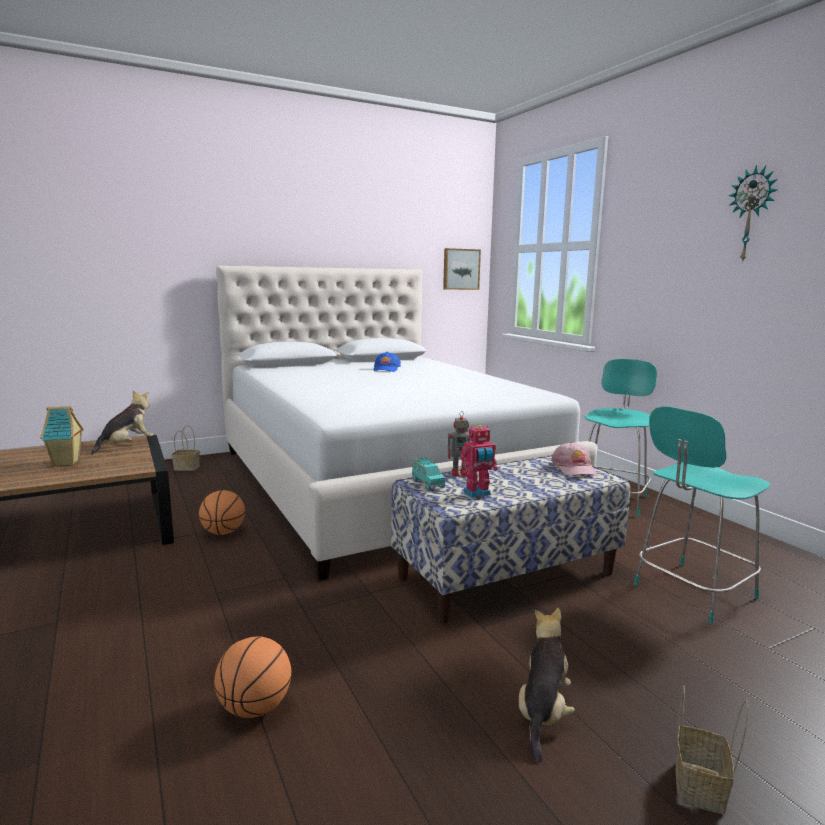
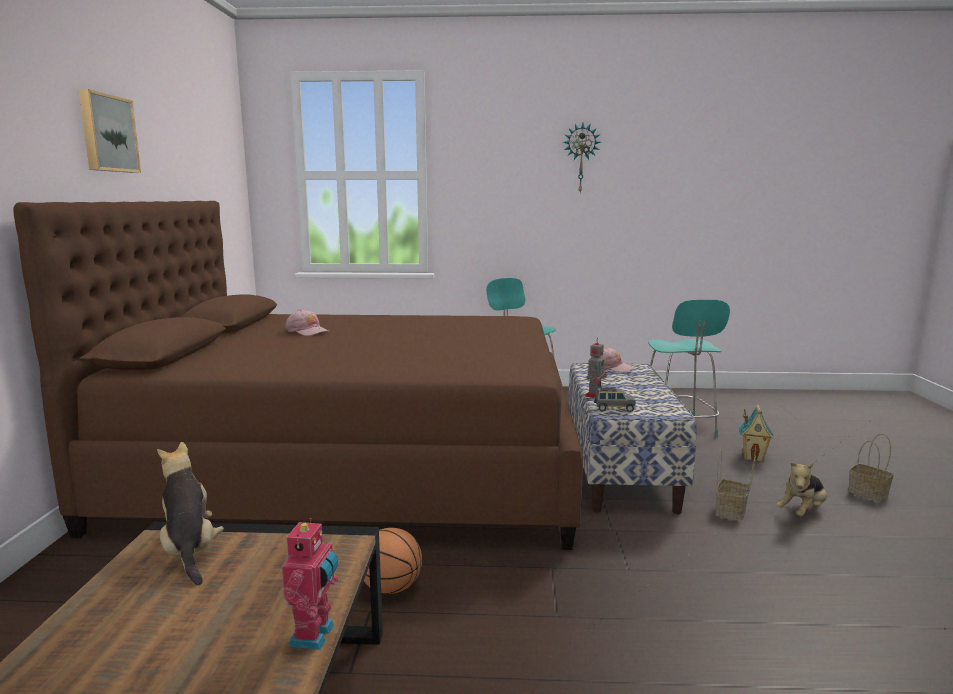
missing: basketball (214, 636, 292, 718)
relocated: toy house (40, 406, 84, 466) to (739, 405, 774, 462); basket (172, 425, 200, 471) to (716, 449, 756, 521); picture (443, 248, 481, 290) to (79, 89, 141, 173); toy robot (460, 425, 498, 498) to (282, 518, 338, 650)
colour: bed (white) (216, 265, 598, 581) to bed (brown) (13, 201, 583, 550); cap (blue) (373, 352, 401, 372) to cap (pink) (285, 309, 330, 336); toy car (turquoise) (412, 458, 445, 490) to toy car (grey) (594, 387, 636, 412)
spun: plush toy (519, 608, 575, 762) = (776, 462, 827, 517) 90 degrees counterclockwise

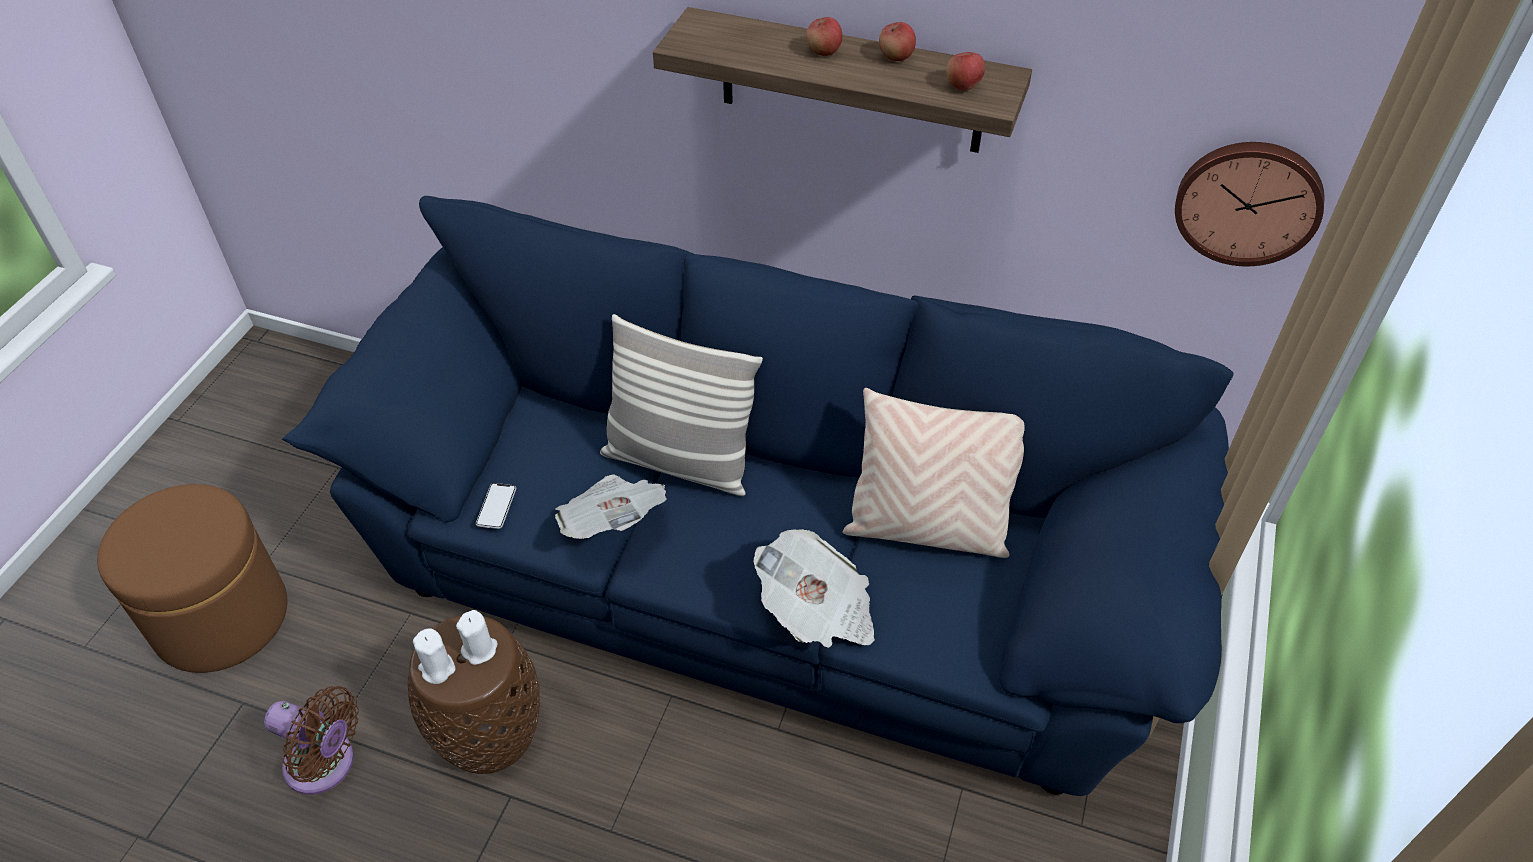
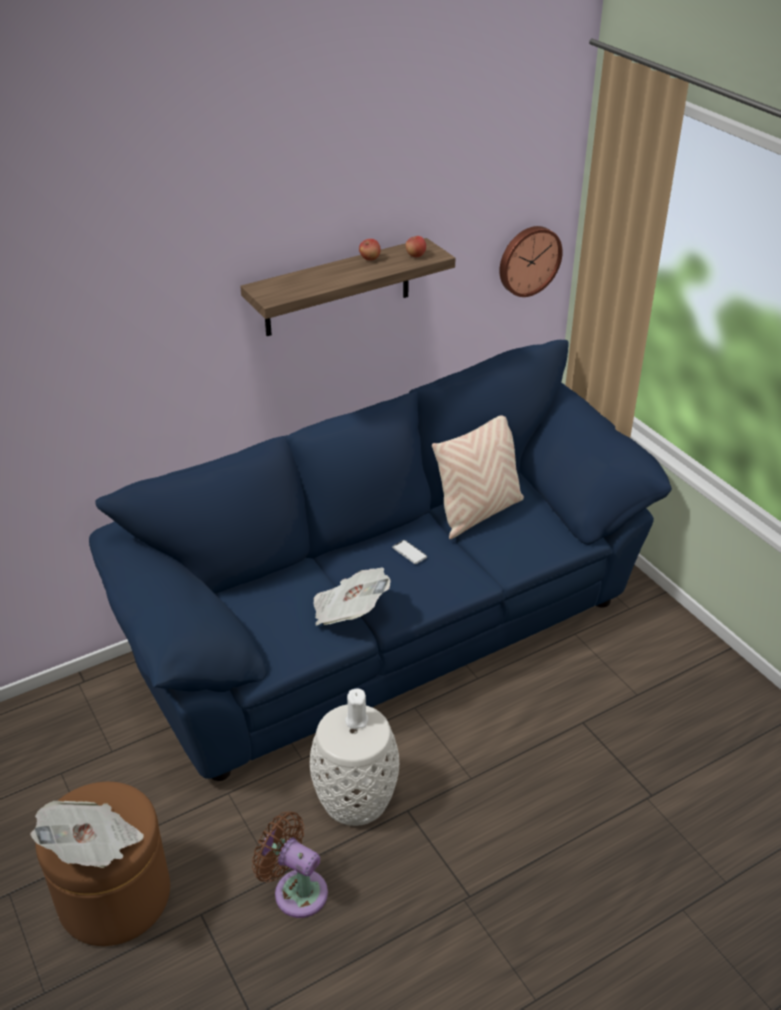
missing: candle (white) (413, 628, 455, 684); pillow (600, 314, 763, 496); apple (806, 17, 842, 56)
relocated: phone (476, 483, 516, 529) to (392, 540, 427, 564); newspaper (754, 529, 875, 648) to (30, 801, 144, 868)
colour: stool (brown) (408, 616, 540, 774) to stool (white) (310, 704, 399, 826)
spun: fan (brown) (264, 686, 359, 795) = (252, 811, 328, 918) 120 degrees counterclockwise

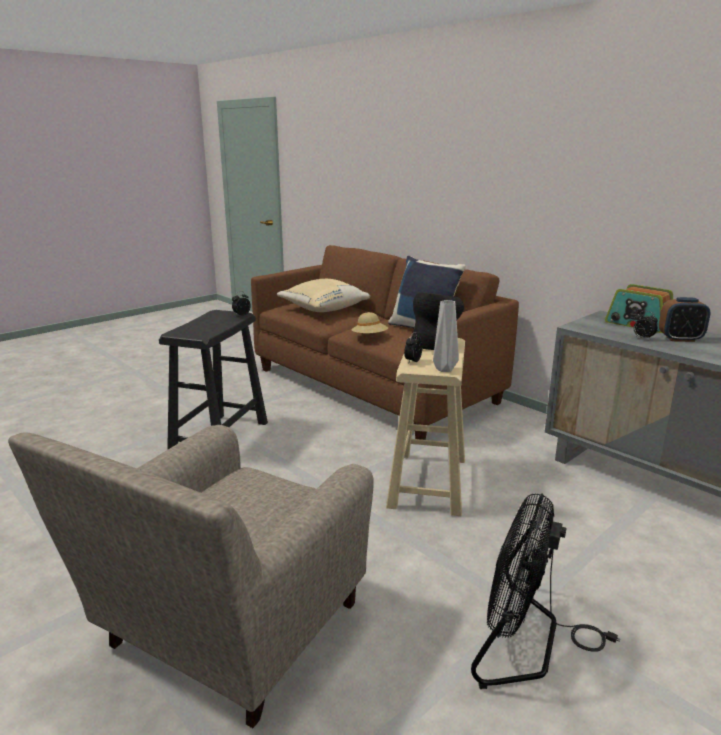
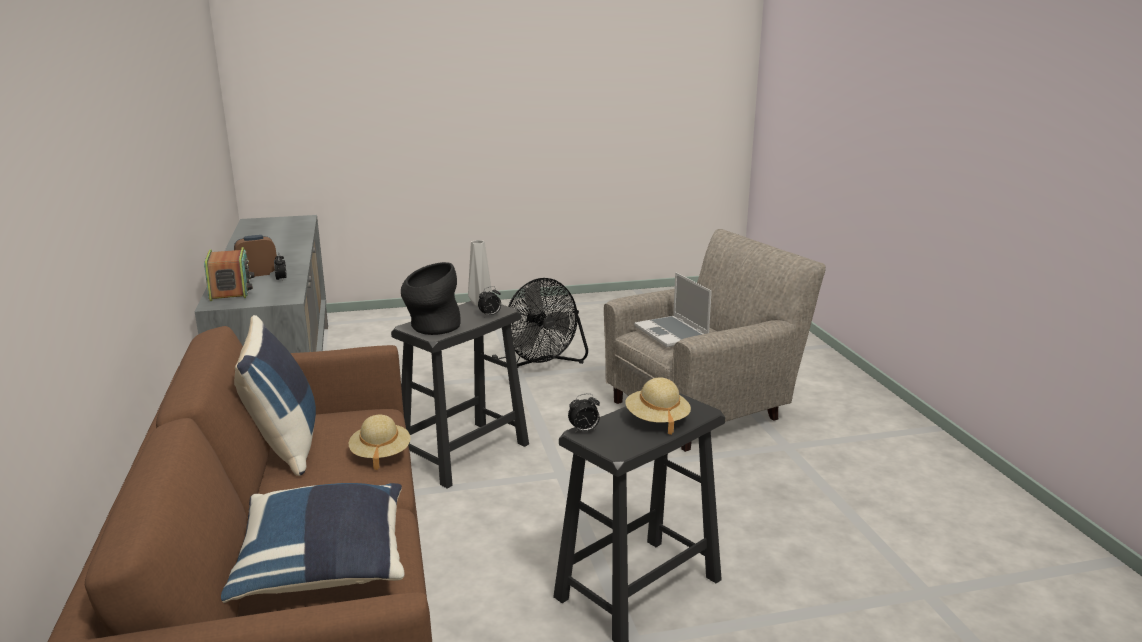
appeared: hat (beige) (625, 378, 691, 435); laptop (634, 272, 712, 347)
colour: pillow (beige) (277, 279, 370, 312) to pillow (blue) (221, 483, 405, 603); stool (beige) (386, 337, 465, 516) to stool (black) (391, 301, 529, 489)
spun: alarm clock (659, 297, 711, 342) = (234, 235, 277, 277) 60 degrees counterclockwise

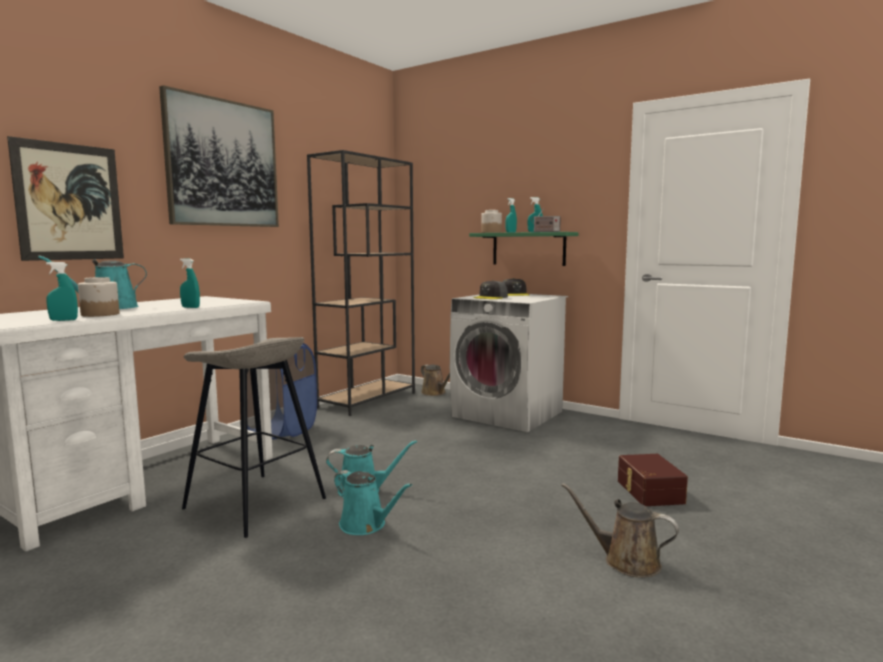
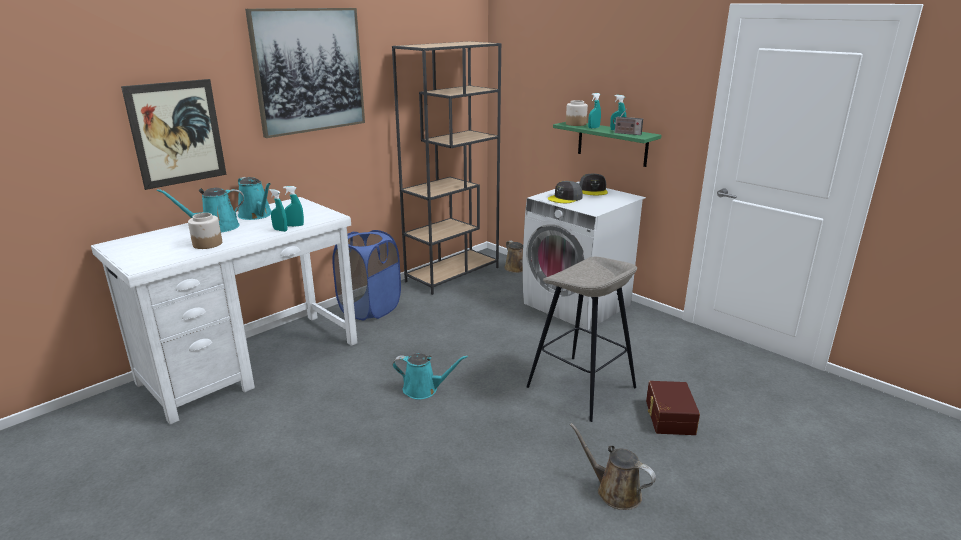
relocated: spray bottle (turquoise) (46, 262, 78, 321) to (283, 186, 304, 227); stool (grey) (182, 337, 326, 538) to (527, 257, 637, 422); watering can (turquoise) (334, 470, 412, 535) to (238, 177, 271, 220)

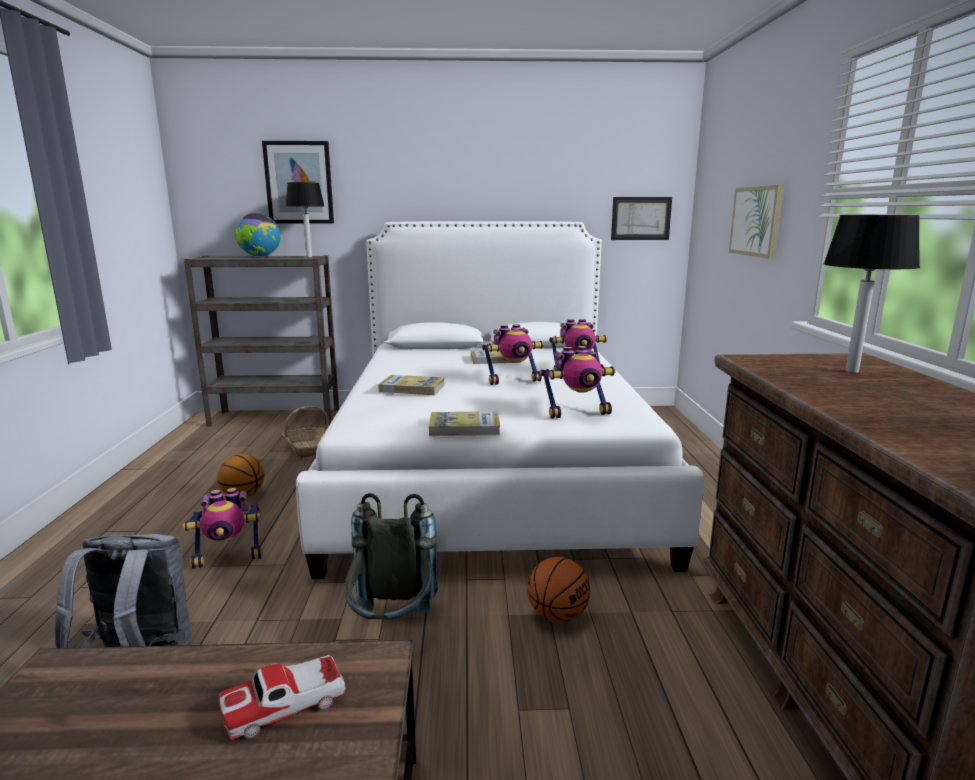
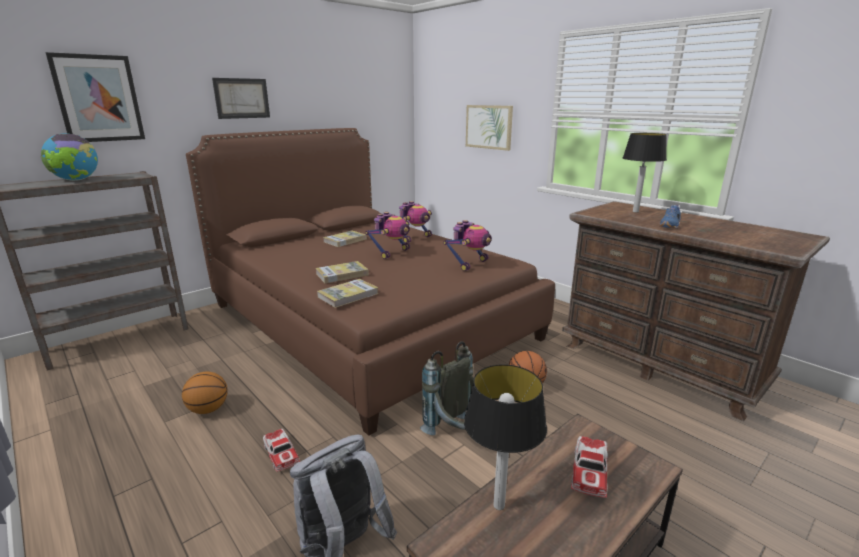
missing: basket (282, 406, 329, 458)
appeared: shoe (blue) (659, 204, 681, 229)
relocated: table lamp (286, 182, 324, 257) to (464, 364, 547, 510); book (429, 411, 500, 436) to (317, 279, 378, 308); picture (611, 197, 672, 240) to (212, 78, 270, 119)
exchanged: toy robot (183, 488, 262, 568) to toy car (263, 429, 300, 472)
colour: bed (white) (296, 221, 704, 579) to bed (brown) (186, 128, 555, 436)

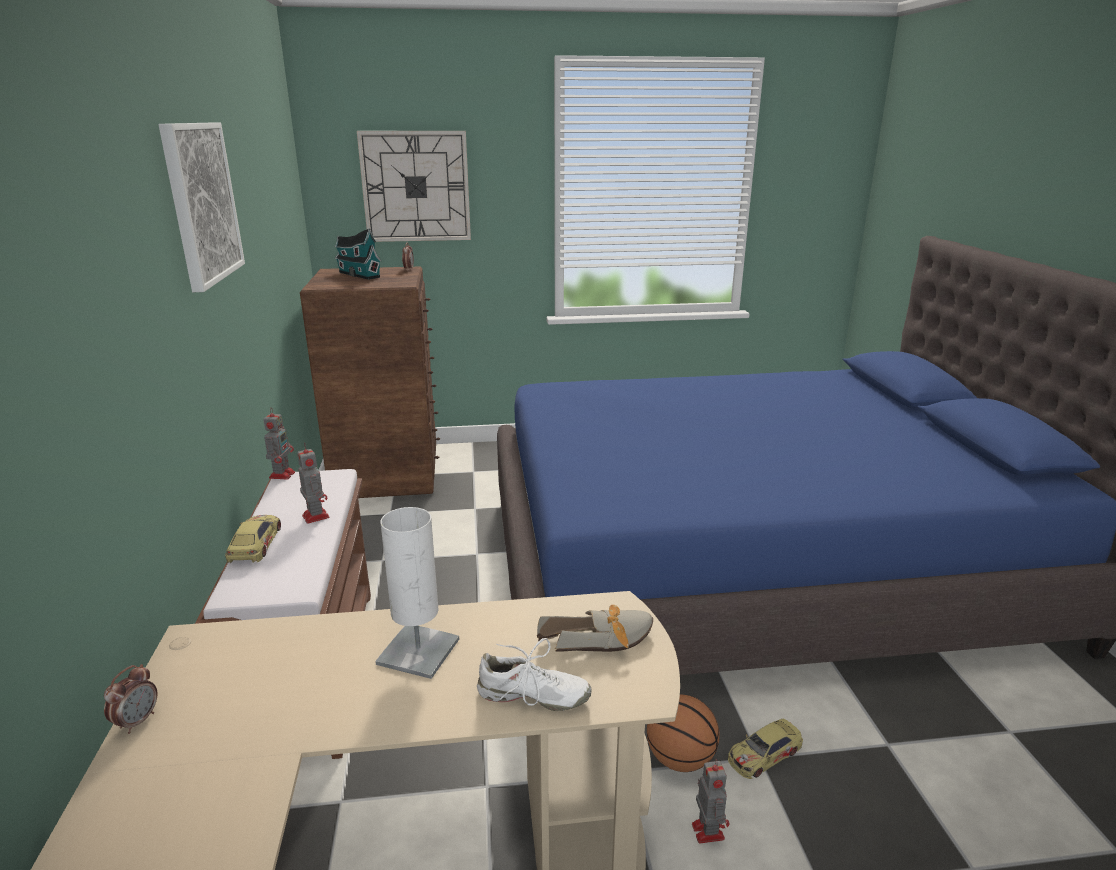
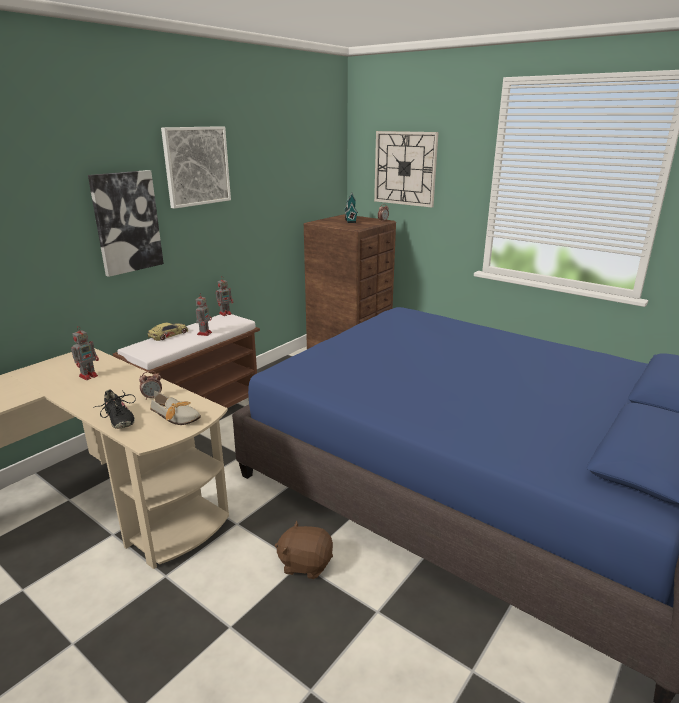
missing: table lamp (white) (375, 507, 459, 679); basketball (647, 695, 719, 772)
appeared: picture (88, 170, 164, 277)
relocated: alarm clock (104, 664, 157, 734) to (139, 371, 162, 400); toy robot (692, 759, 730, 843) to (71, 327, 99, 380)
exchanged: toy car (728, 719, 803, 779) to plush toy (brown) (275, 521, 333, 579)
colour: shoe (white) (477, 638, 592, 711) to shoe (black) (93, 390, 136, 429)

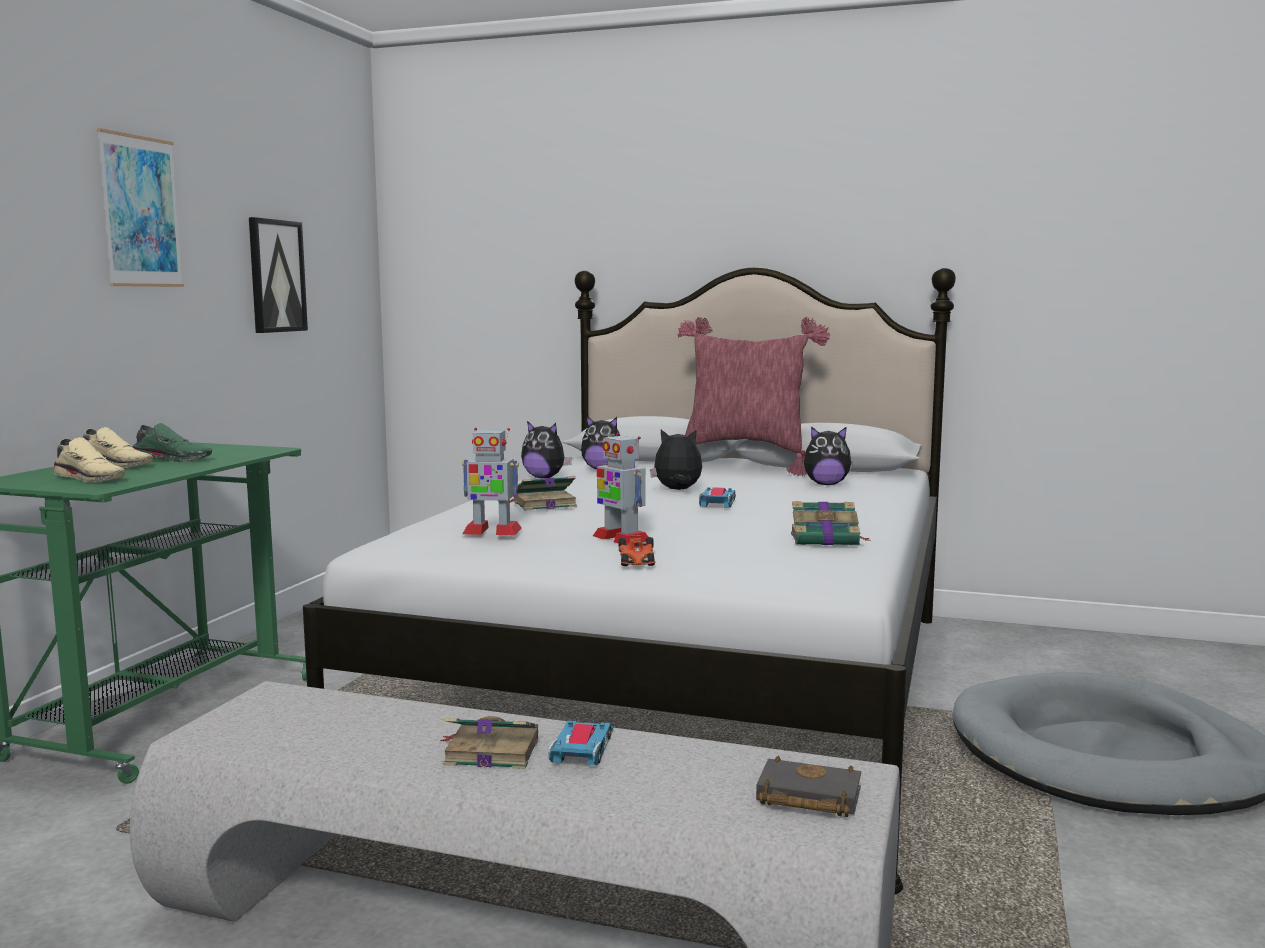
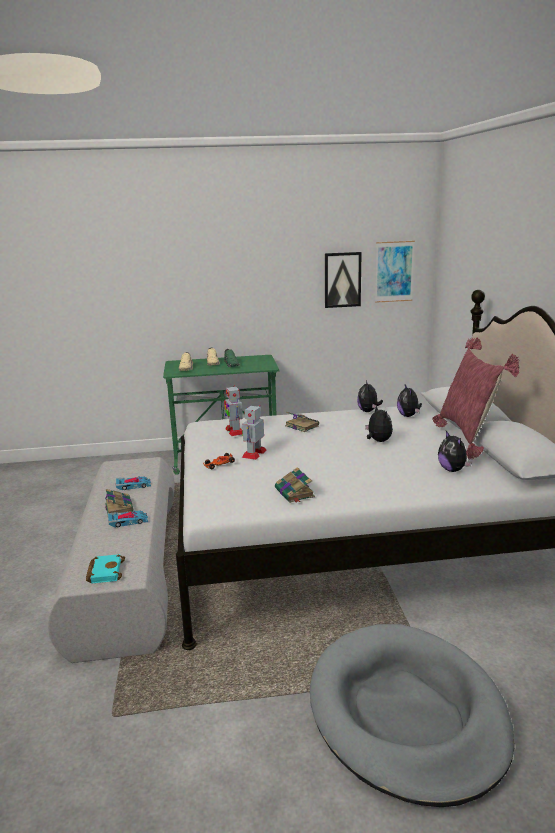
relocated: picture (97, 128, 184, 287) to (375, 241, 415, 303); toy car (699, 487, 736, 508) to (116, 476, 151, 490)
colour: book (black) (756, 756, 861, 817) to book (turquoise) (86, 554, 125, 583)

